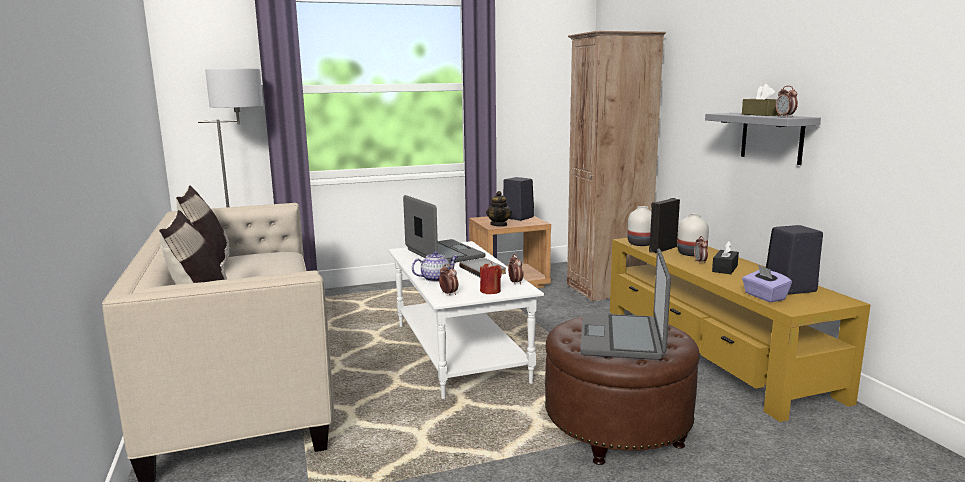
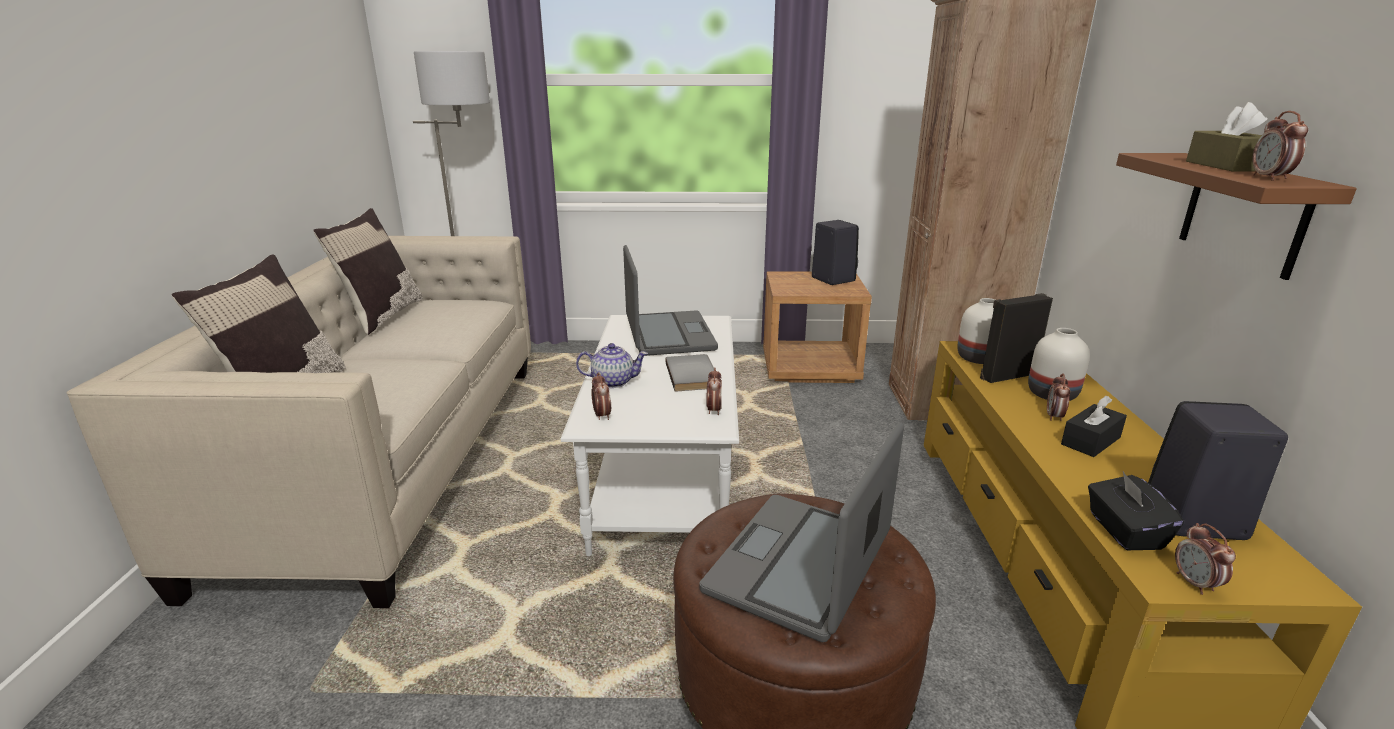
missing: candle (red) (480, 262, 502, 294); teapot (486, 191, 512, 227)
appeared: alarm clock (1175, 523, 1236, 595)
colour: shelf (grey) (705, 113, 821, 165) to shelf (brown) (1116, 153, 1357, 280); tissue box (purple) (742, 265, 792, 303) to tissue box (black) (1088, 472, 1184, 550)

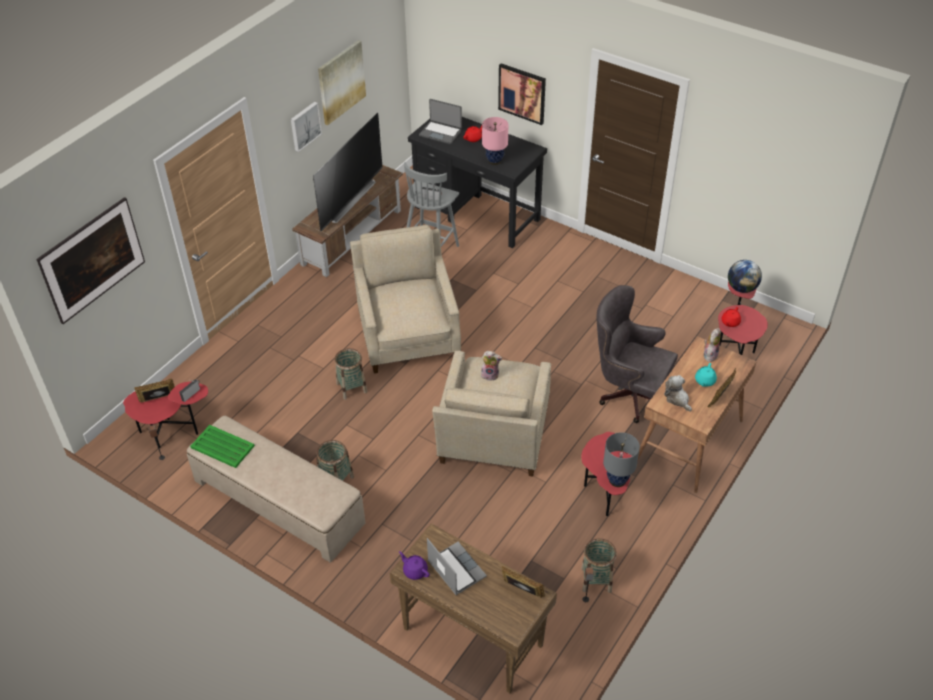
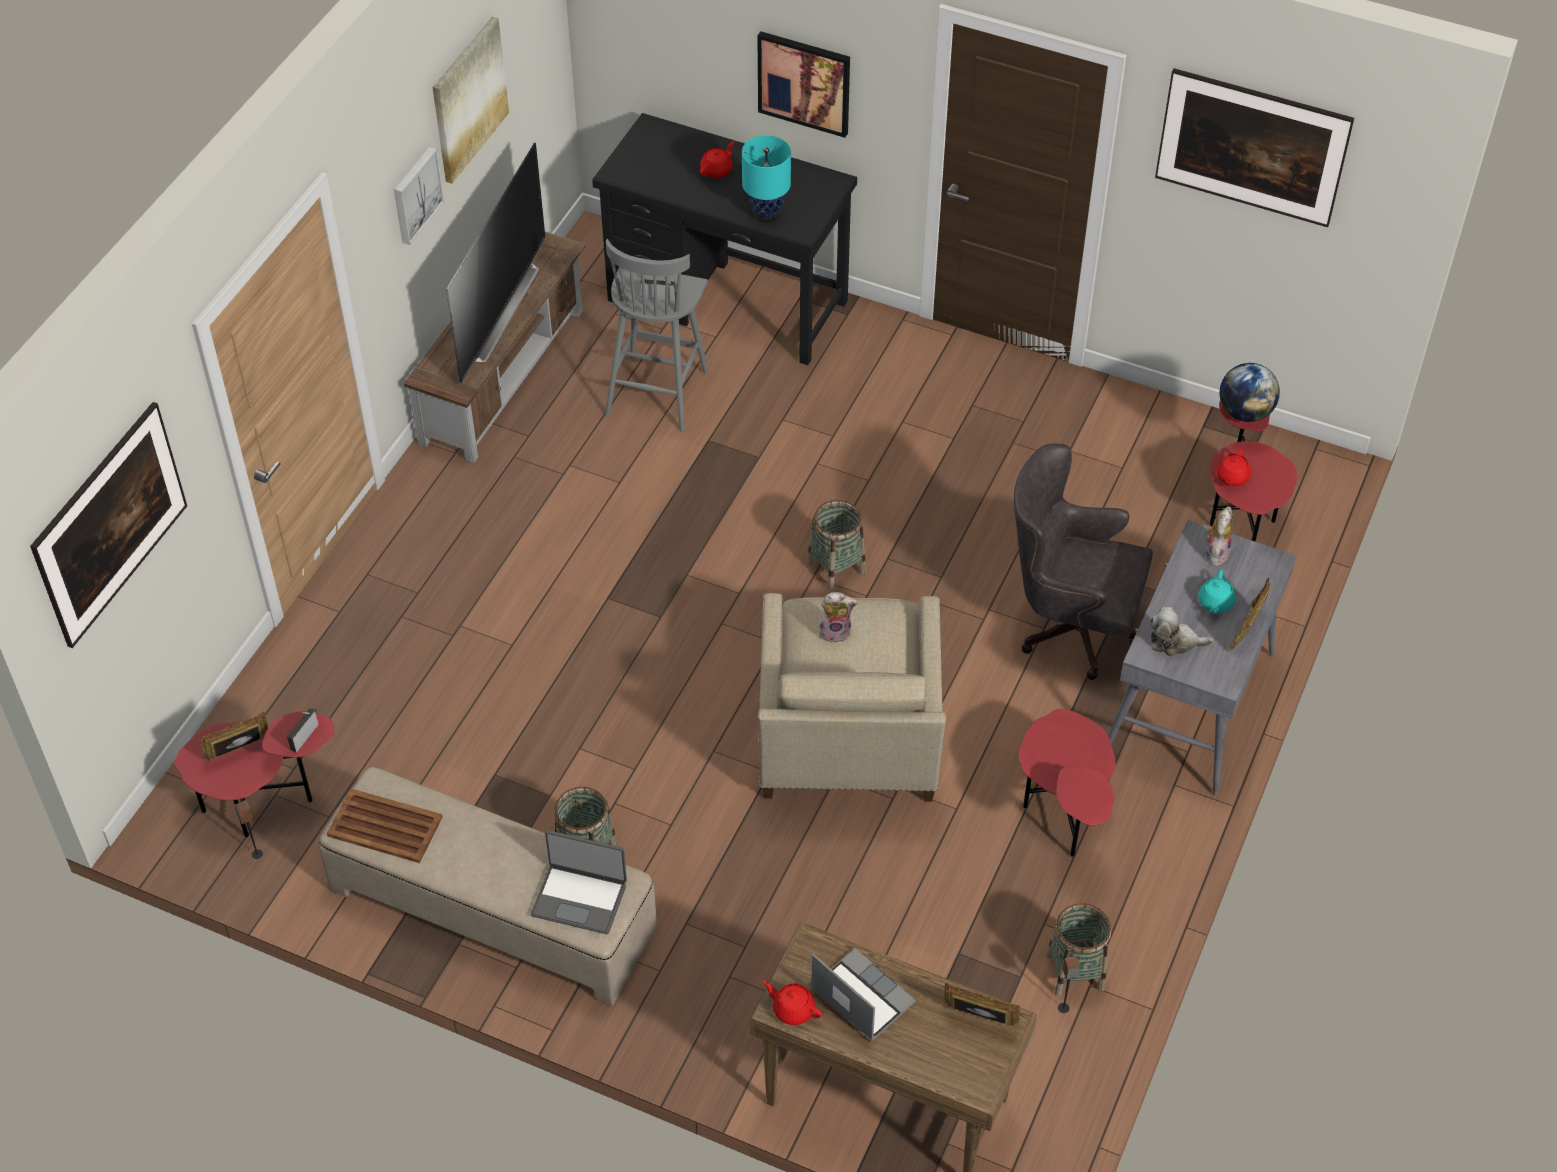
missing: armchair (beige) (350, 225, 461, 374); table lamp (grey) (603, 432, 640, 487)
appeared: picture (1155, 68, 1354, 227)
relocated: basket (334, 348, 367, 400) to (807, 500, 866, 590); laptop (419, 99, 462, 144) to (530, 830, 627, 934)
colour: tray (green) (190, 425, 255, 468) to tray (brown) (327, 788, 443, 863); teapot (purple) (399, 551, 430, 580) to teapot (red) (762, 980, 822, 1025); table lamp (pink) (482, 117, 508, 165) to table lamp (turquoise) (742, 135, 791, 222); desk (brown) (637, 336, 757, 493) to desk (grey) (1108, 520, 1296, 795)
spun: plush toy (664, 375, 692, 411) = (1150, 607, 1214, 657) 45 degrees counterclockwise

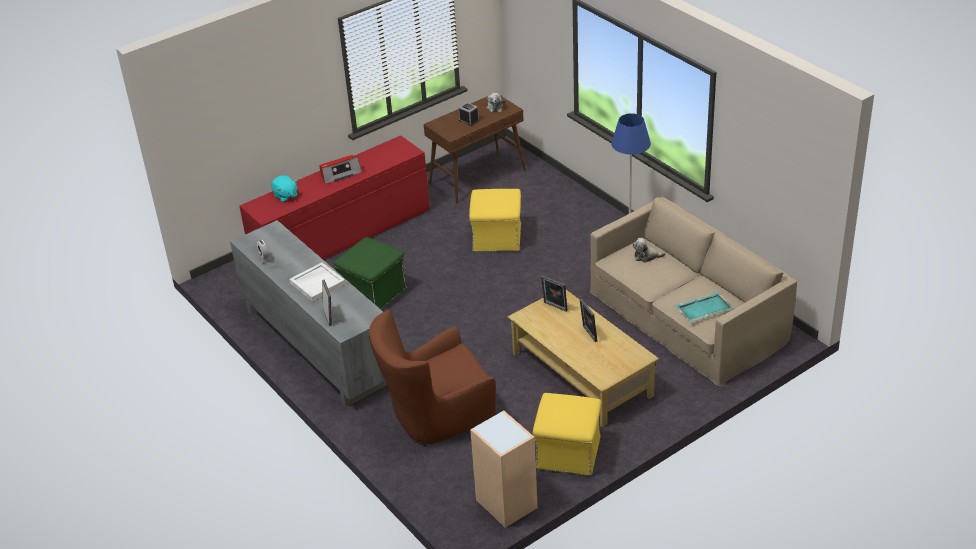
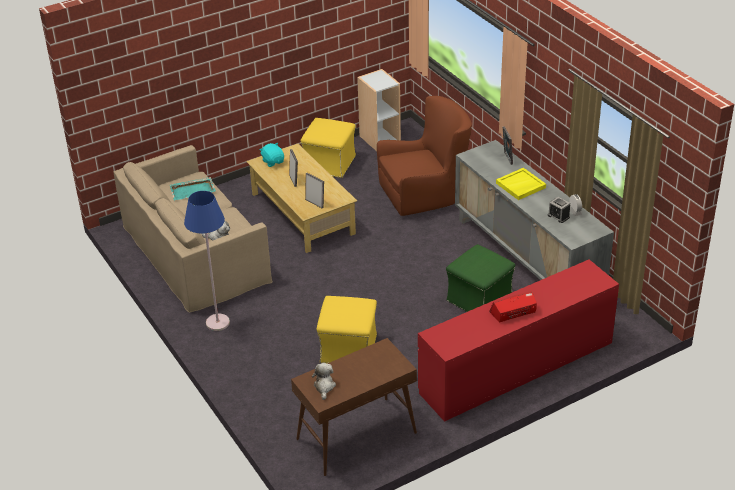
relocated: plush toy (turquoise) (271, 175, 297, 202) to (259, 143, 284, 167); alarm clock (459, 102, 479, 126) to (548, 197, 570, 223)
colour: tray (white) (289, 262, 345, 302) to tray (yellow) (496, 168, 546, 200)

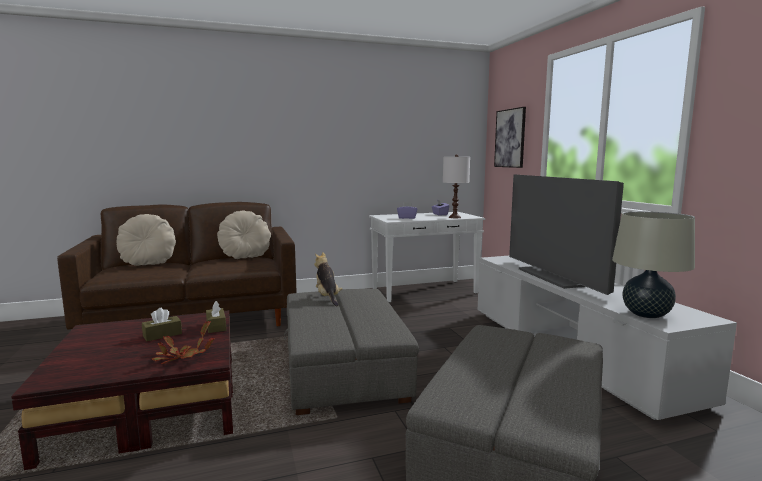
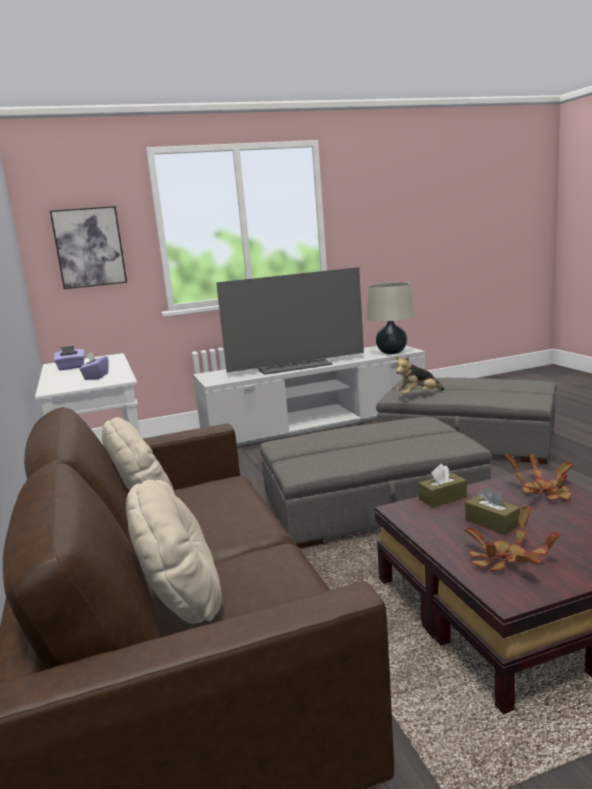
missing: table lamp (white) (443, 154, 470, 218)
appeared: potted plant (464, 506, 561, 571)
relocated: plush toy (314, 252, 343, 306) to (395, 356, 444, 395)

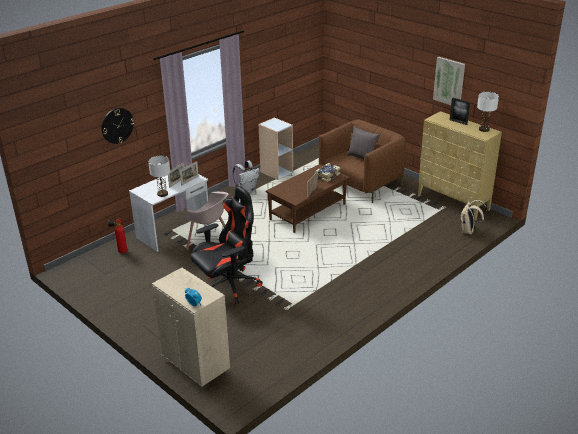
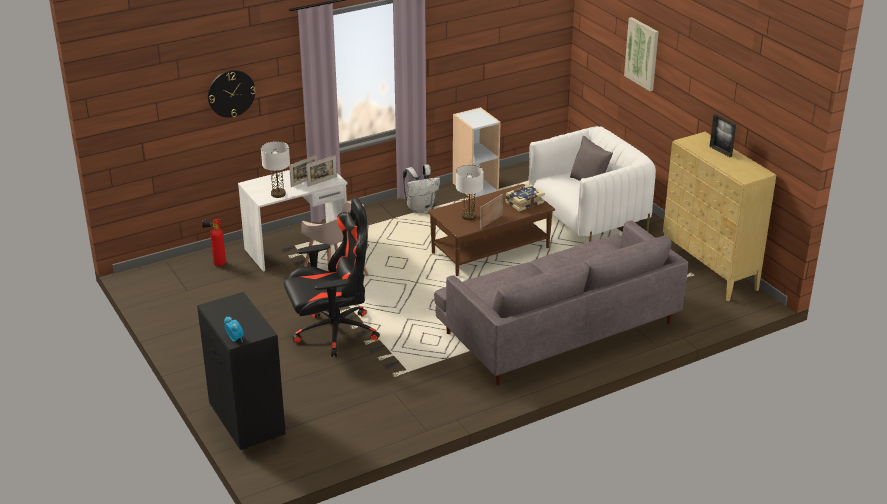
missing: backpack (beige) (460, 200, 487, 235)
appeared: sofa (grey) (434, 220, 688, 385)
relocated: picture (433, 57, 465, 105) to (624, 17, 658, 91); table lamp (477, 92, 499, 132) to (456, 165, 484, 220)
colour: cabinet (beige) (152, 268, 230, 387) to cabinet (black) (197, 292, 286, 450); armchair (brown) (318, 119, 406, 203) to armchair (white) (529, 126, 656, 242)

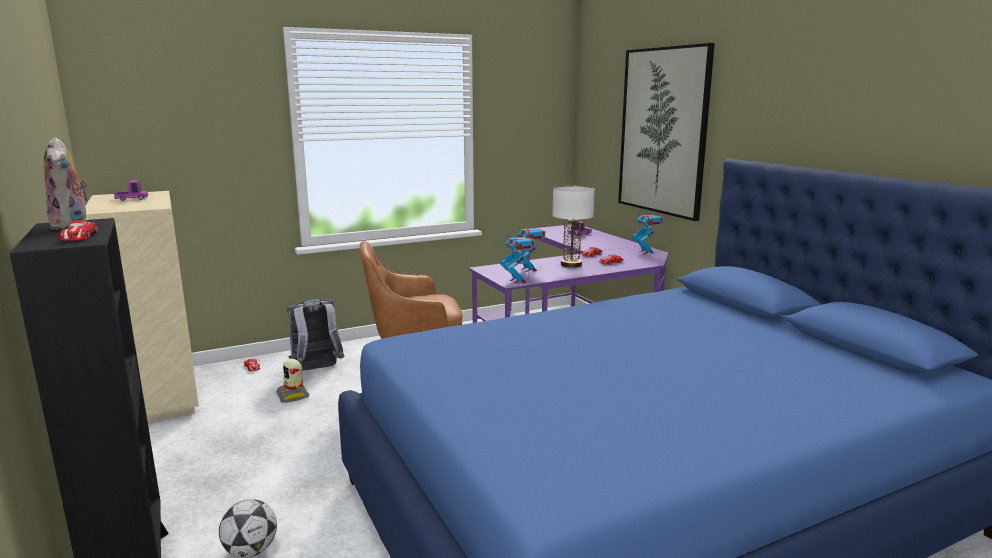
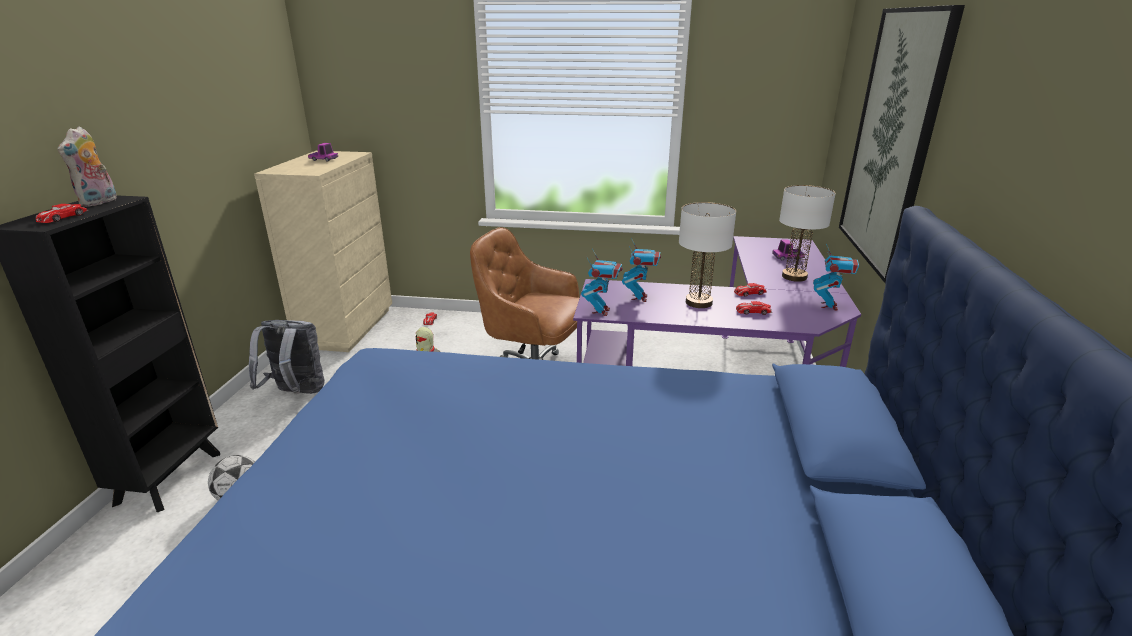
appeared: table lamp (779, 185, 836, 282)
relocated: backpack (grey) (287, 299, 344, 371) to (249, 320, 325, 394)

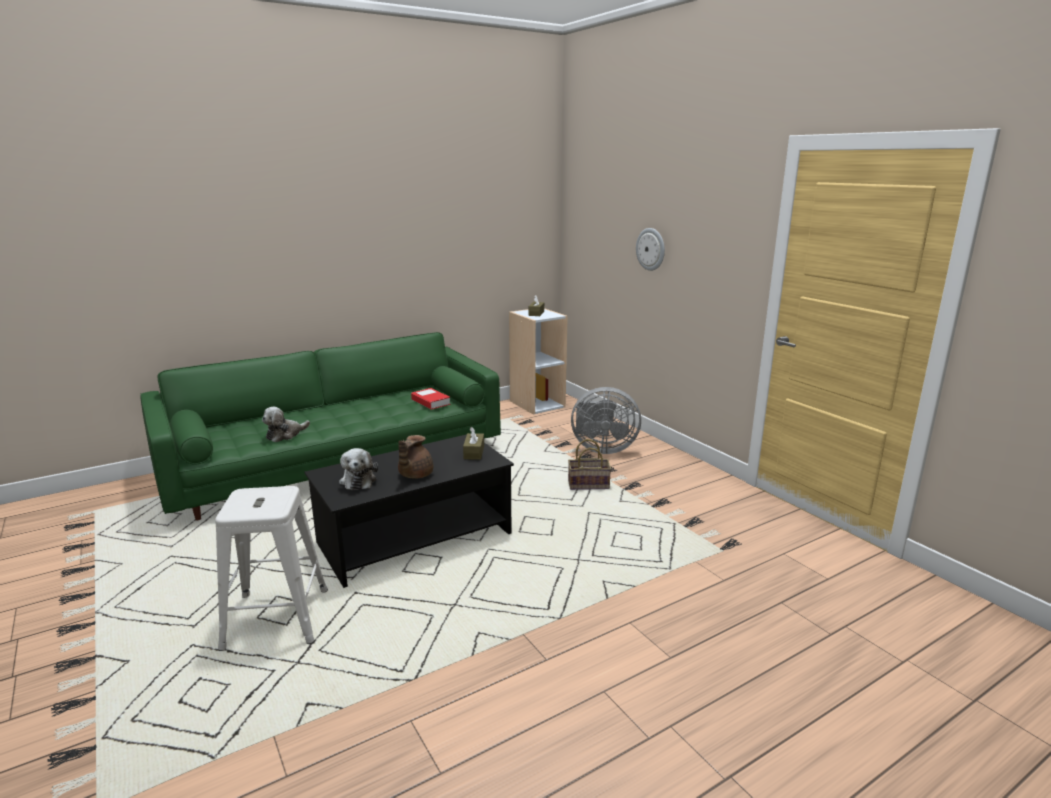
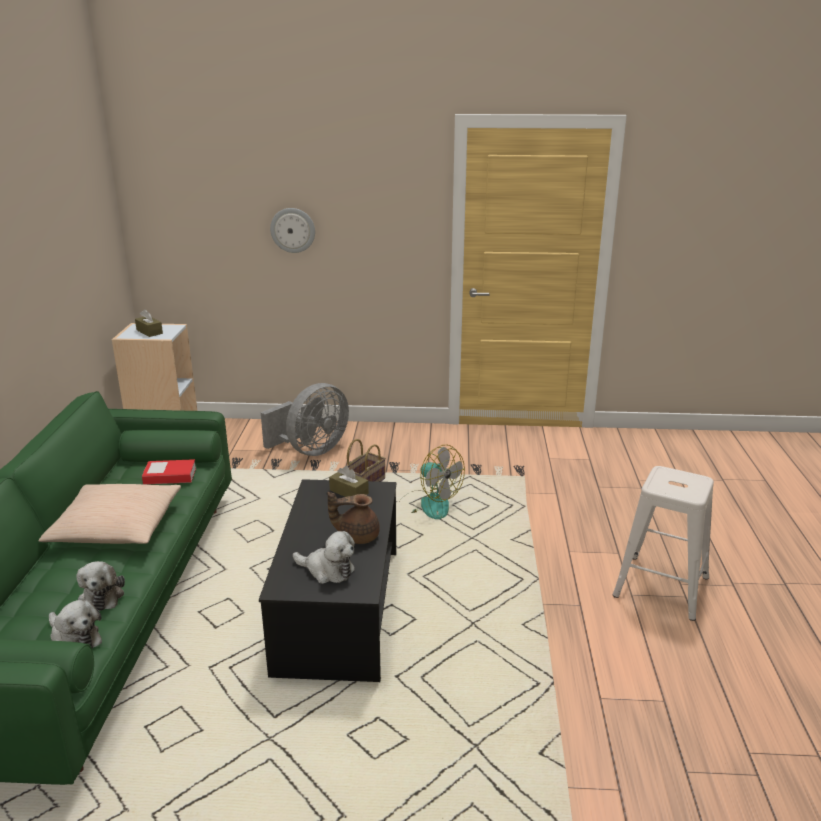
appeared: pillow (beige) (39, 484, 181, 544); plush toy (49, 600, 102, 648); fan (406, 445, 465, 519)
relocated: stool (white) (215, 486, 328, 651) to (613, 466, 714, 621)
spun: teapot (brown) (398, 435, 433, 479) = (328, 492, 380, 544) 120 degrees clockwise

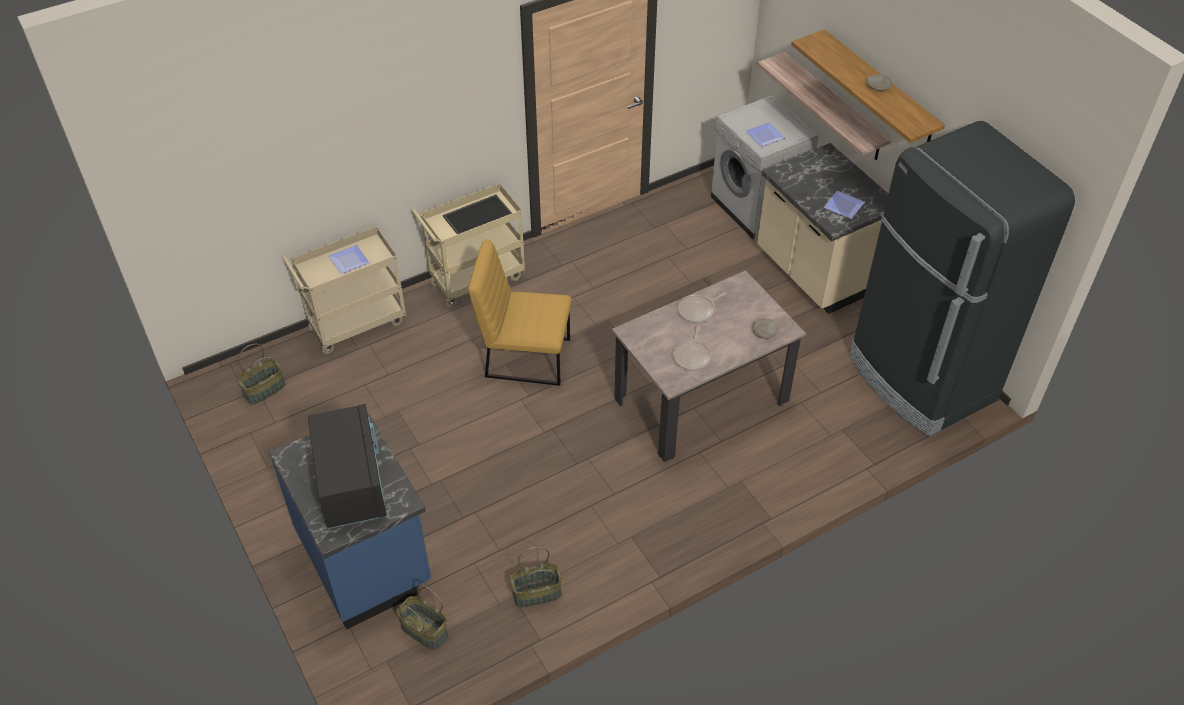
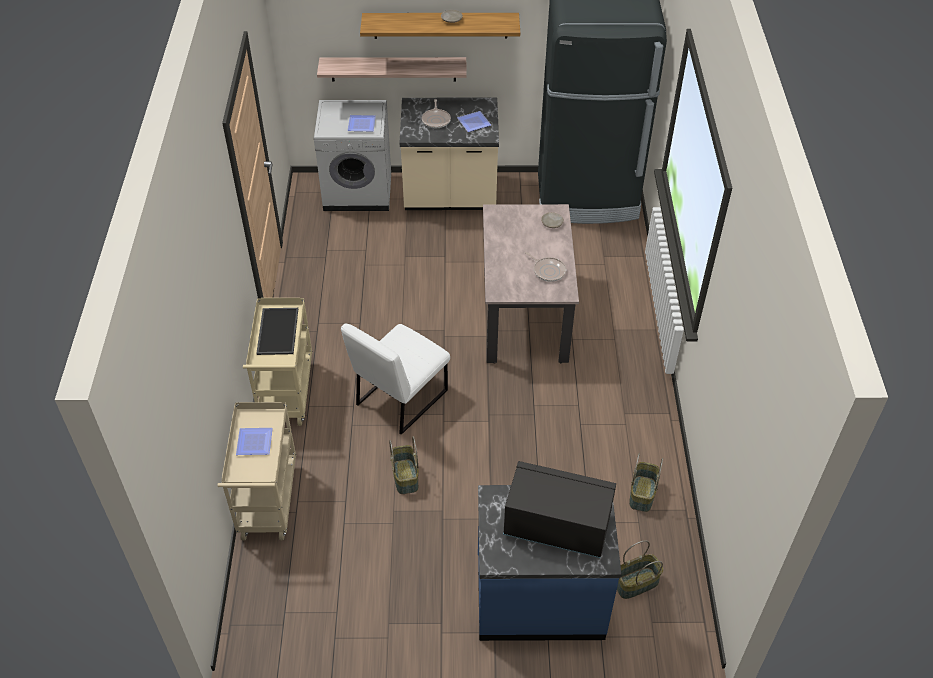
relocated: basket (237, 344, 285, 405) to (389, 436, 419, 494); frying pan (678, 292, 727, 323) to (422, 99, 451, 128)
colour: chair (yellow) (468, 239, 572, 386) to chair (white) (341, 324, 450, 435)

